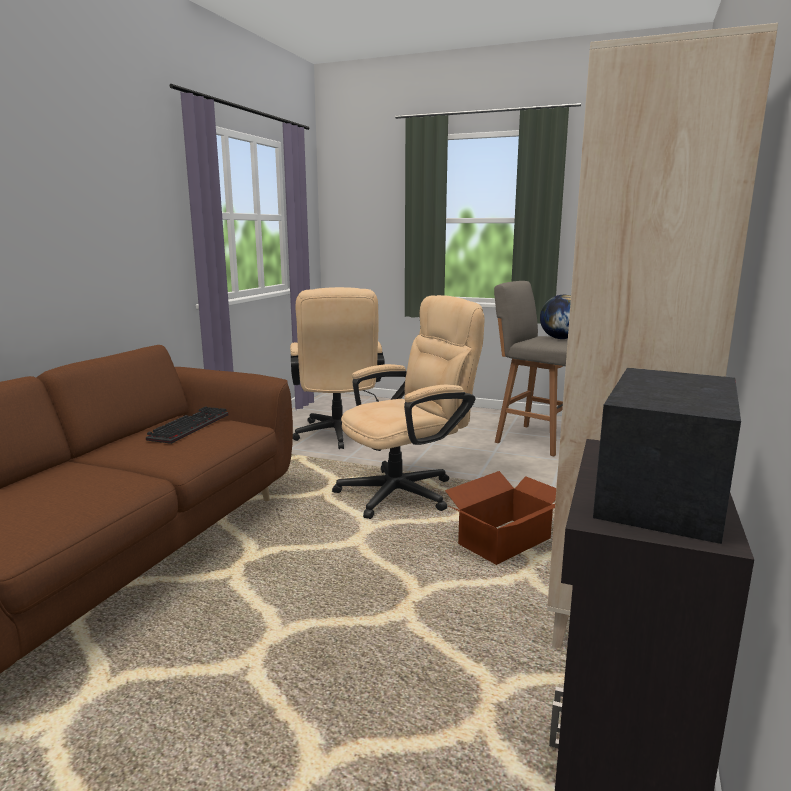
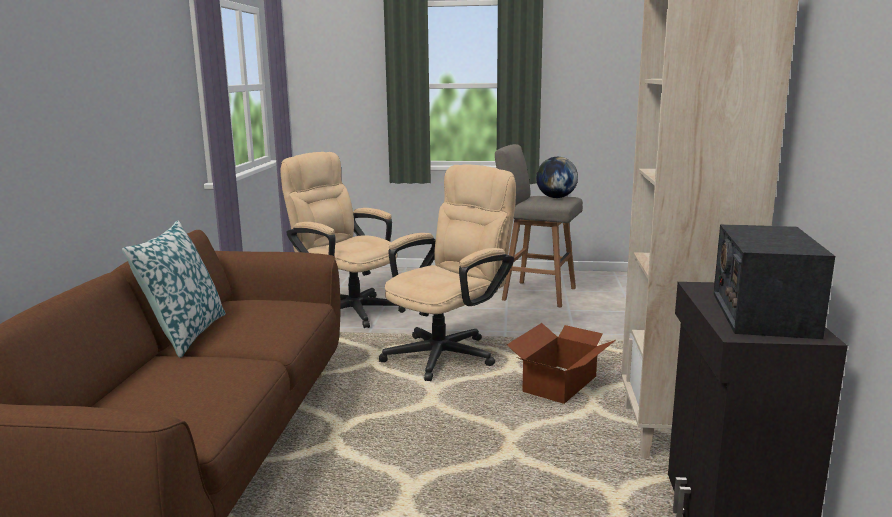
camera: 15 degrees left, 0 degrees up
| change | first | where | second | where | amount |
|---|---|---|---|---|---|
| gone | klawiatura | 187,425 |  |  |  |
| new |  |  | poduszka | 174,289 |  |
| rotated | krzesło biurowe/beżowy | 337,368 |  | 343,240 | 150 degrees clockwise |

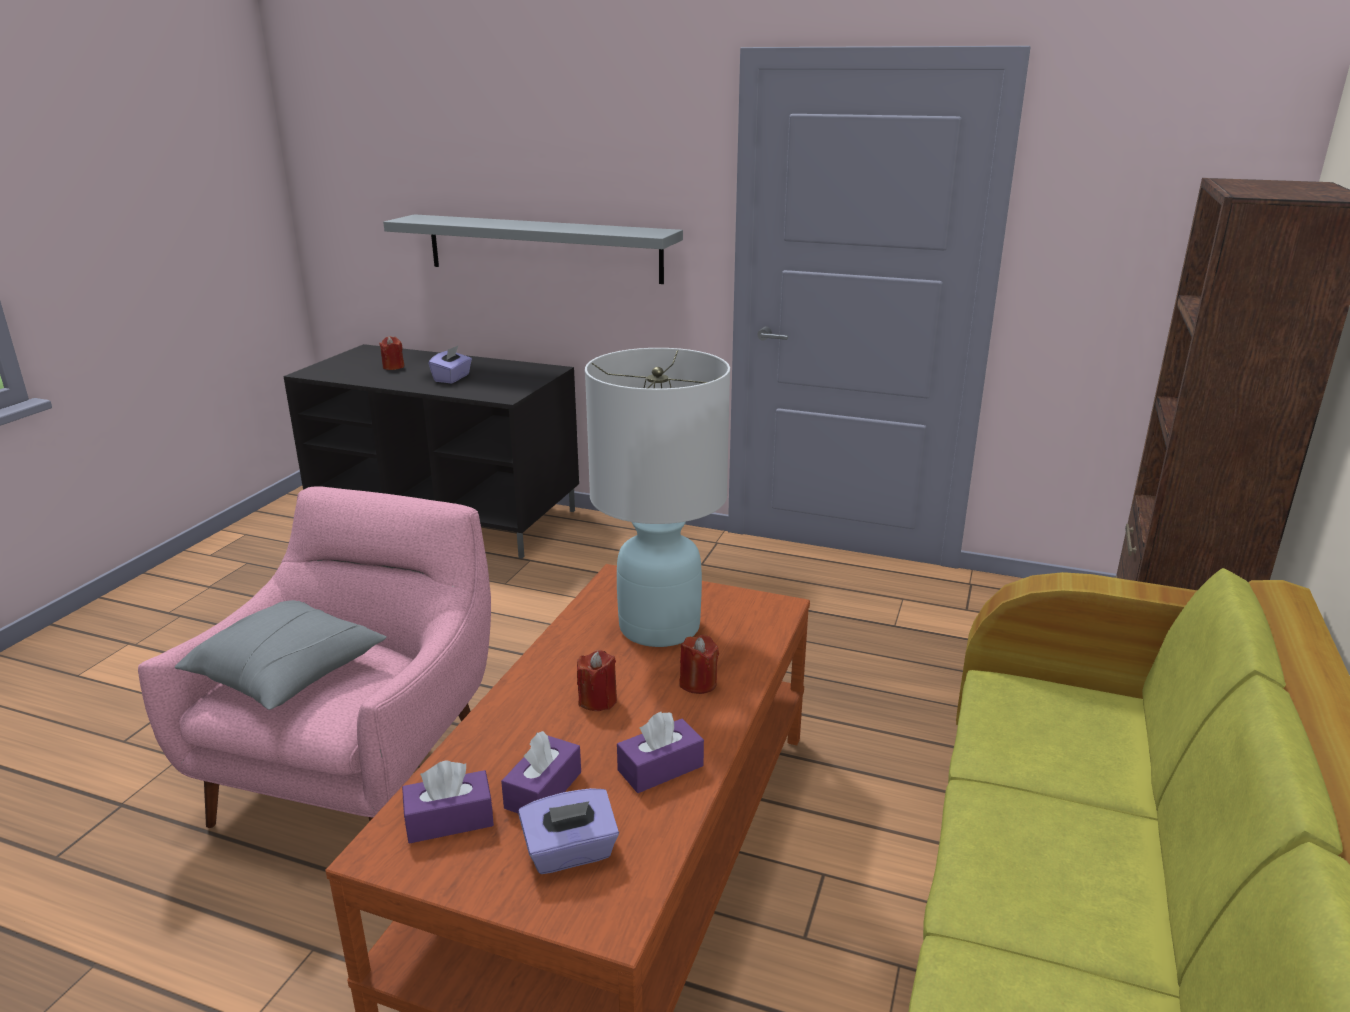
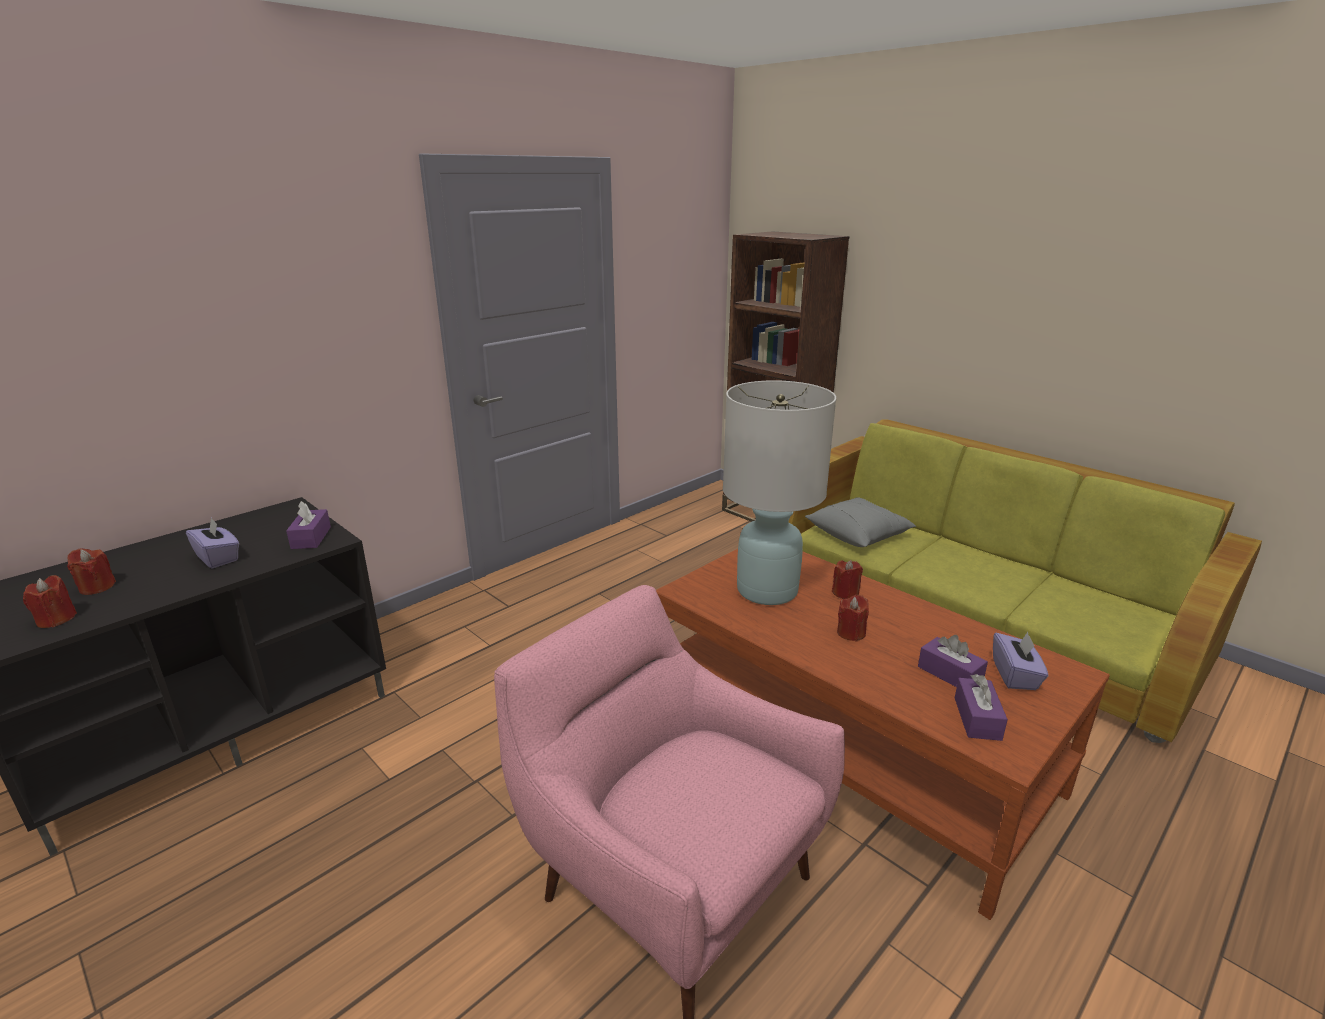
camera: 65 degrees left, 0 degrees up
| change | first | where | second | where | amount |
|---|---|---|---|---|---|
| gone | półka/szary | 533,249 |  |  |  |
| new |  |  | świeca/czerwony | 50,601 |  |
| shifted | poduszka/szary | 281,655 |  | 860,522 |  |
| shifted | pudełko chusteczek/fioletowy | 660,752 |  | 308,525 |  |

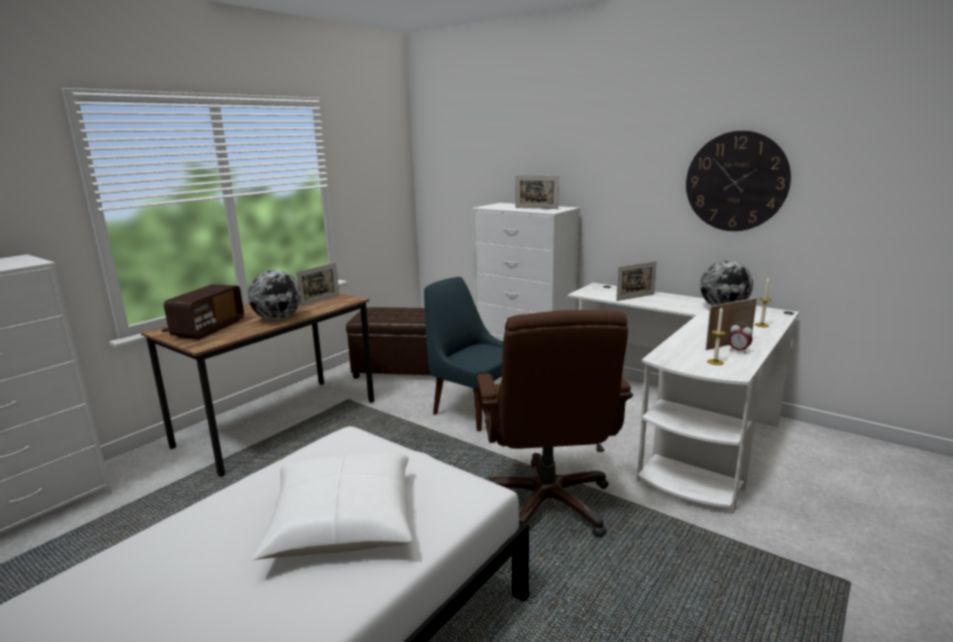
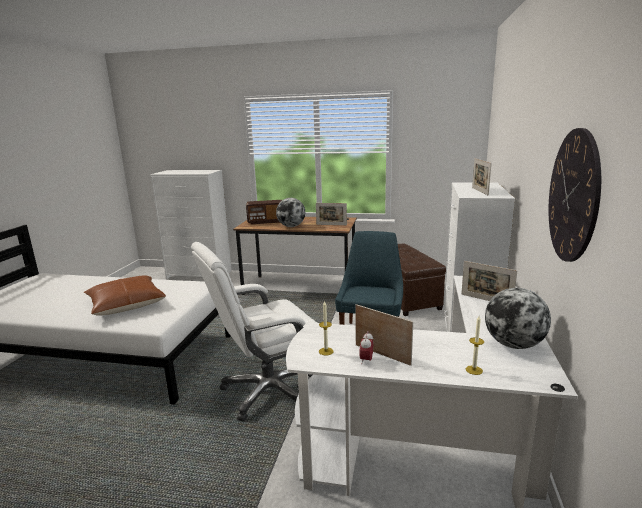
camera: 65 degrees right, 0 degrees up
| change | first | where | second | where | amount |
|---|---|---|---|---|---|
| repainted | poduszka/biały | 332,506 | poduszka/brązowy | 125,295 |  |
| repainted | krzesło biurowe/brązowy | 554,424 | krzesło biurowe/biały | 254,331 |  |

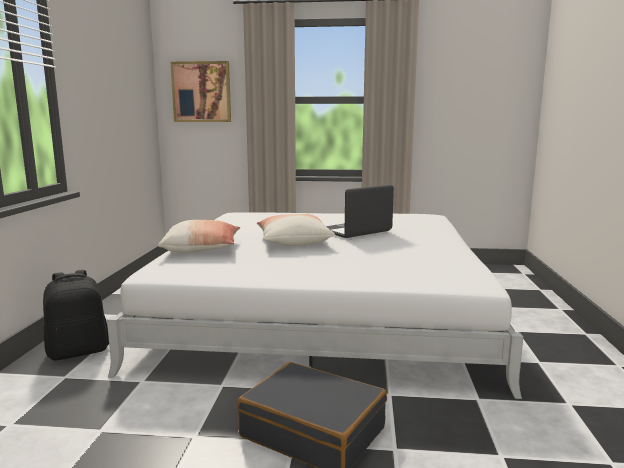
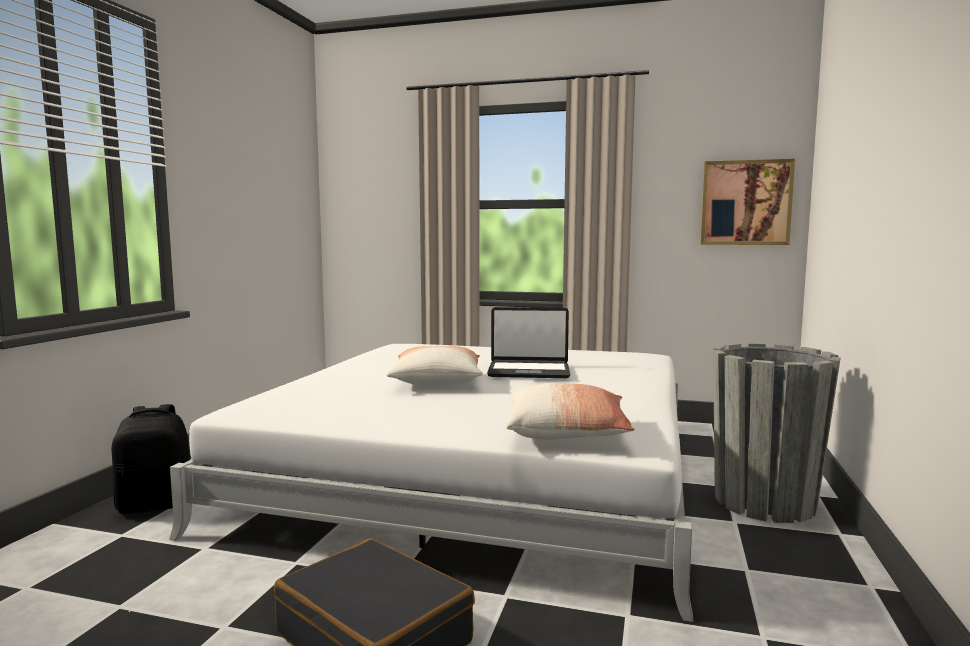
camera: 10 degrees right, 5 degrees down
| change | first | where | second | where | amount |
|---|---|---|---|---|---|
| new |  |  | donica/szary | 777,433 |  |
| shifted | poduszka | 199,236 |  | 570,411 |  |
| shifted | obraz | 201,91 |  | 747,202 |  |
| rotated | laptop | 360,211 |  | 529,342 | 150 degrees counterclockwise |

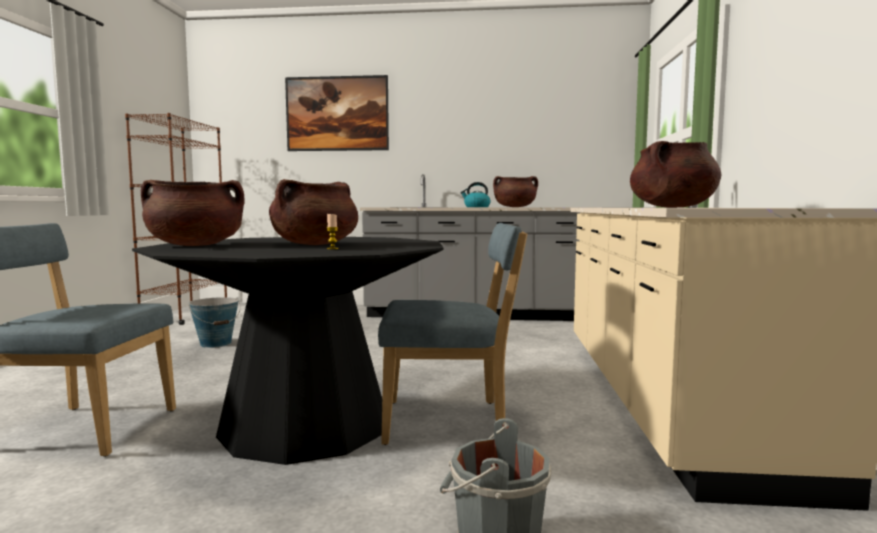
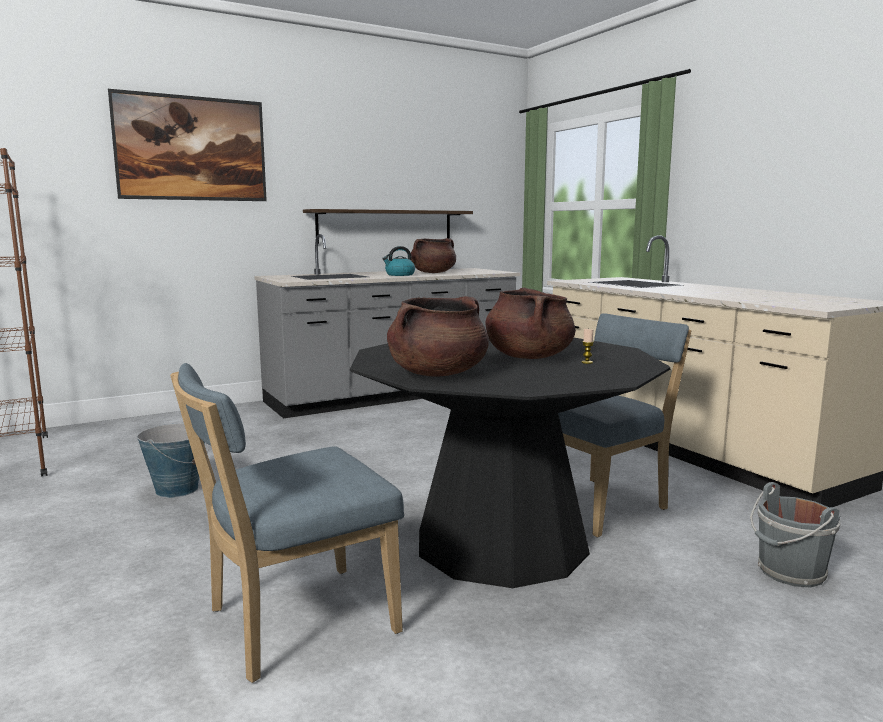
camera: 35 degrees left, 5 degrees up
| change | first | where | second | where | amount |
|---|---|---|---|---|---|
| gone | garnek/brązowy | 675,174 |  |  |  |
| new |  |  | półka | 388,226 |  |

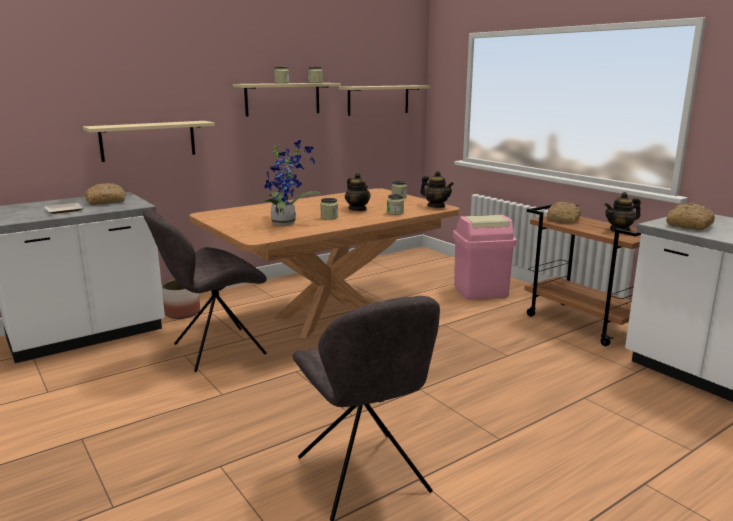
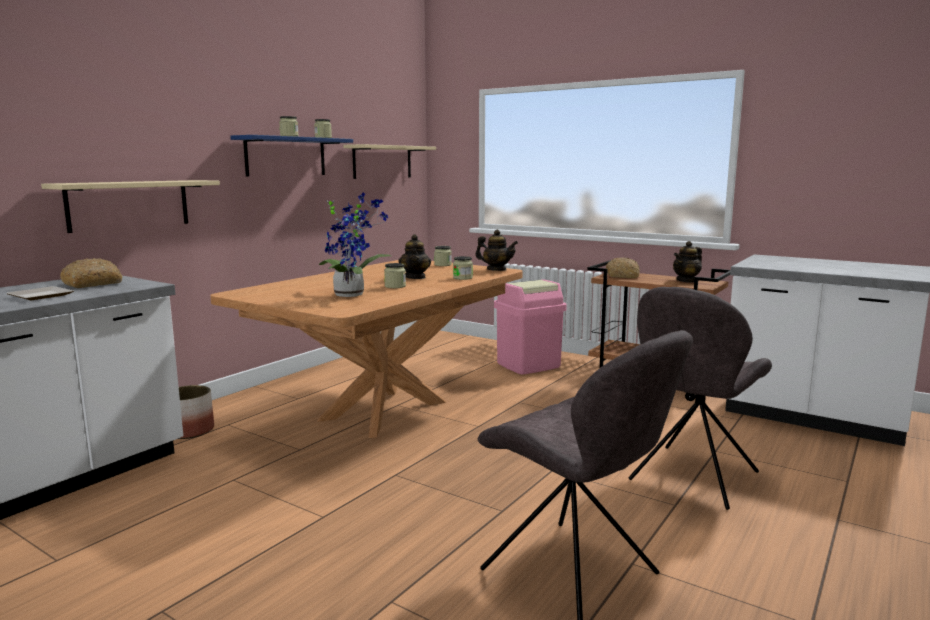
camera: 20 degrees left, 5 degrees down
| change | first | where | second | where | amount |
|---|---|---|---|---|---|
| gone | chleb | 690,216 |  |  |  |
| shifted | krzesło/szary | 205,290 |  | 700,398 |  |
| repainted | półka/beżowy | 287,100 | półka/niebieski | 292,155 |  |
| rotated | imbryk | 358,192 |  | 414,256 | 45 degrees clockwise |

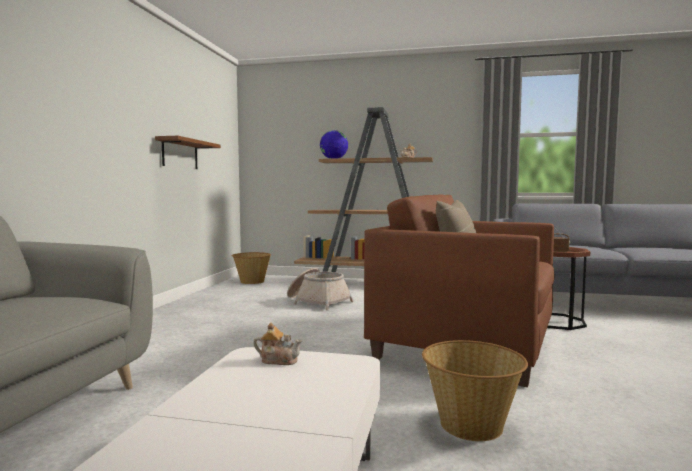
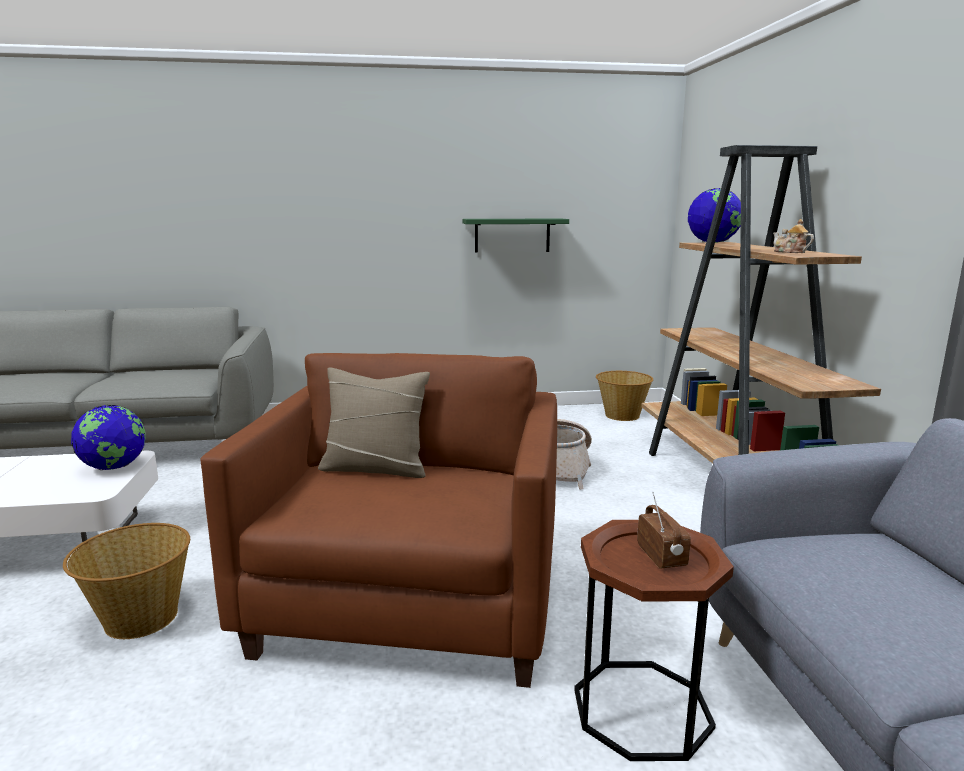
camera: 70 degrees right, 10 degrees up
| change | first | where | second | where | amount |
|---|---|---|---|---|---|
| swapped | imbryk | 277,343 | globus | 108,437 |  |
| repainted | półka/brązowy | 188,152 | półka/zielony | 516,236 |  |

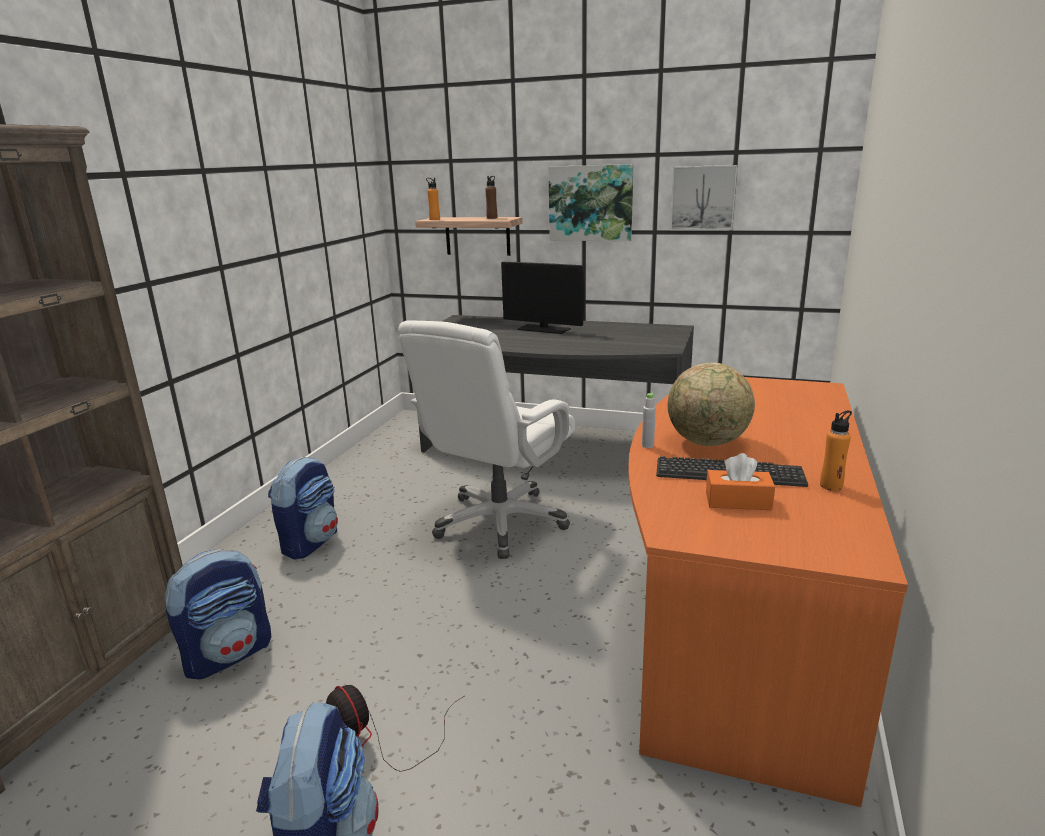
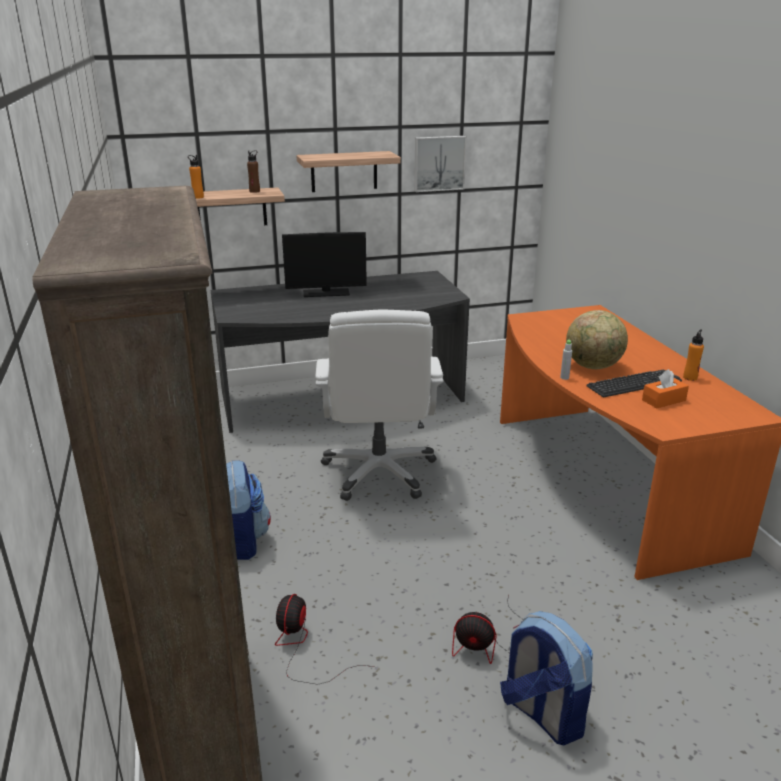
camera: 35 degrees left, 5 degrees up
| change | first | where | second | where | amount |
|---|---|---|---|---|---|
| swapped | plecak | 218,614 | wentylator | 324,639 |  |
| swapped | obraz | 590,202 | półka | 348,171 |  |

